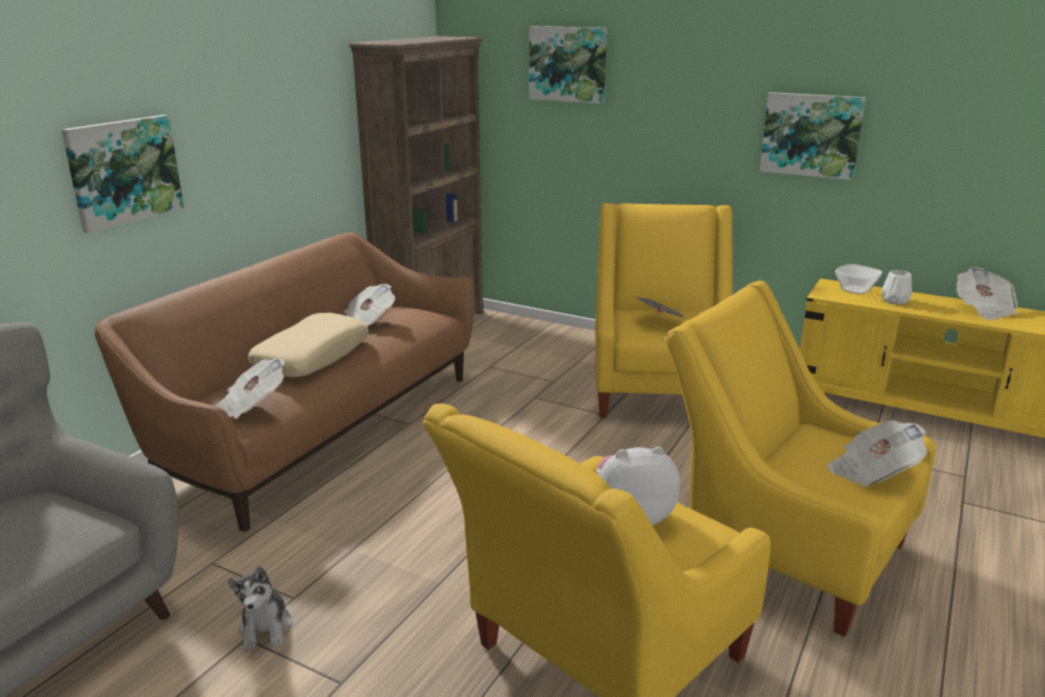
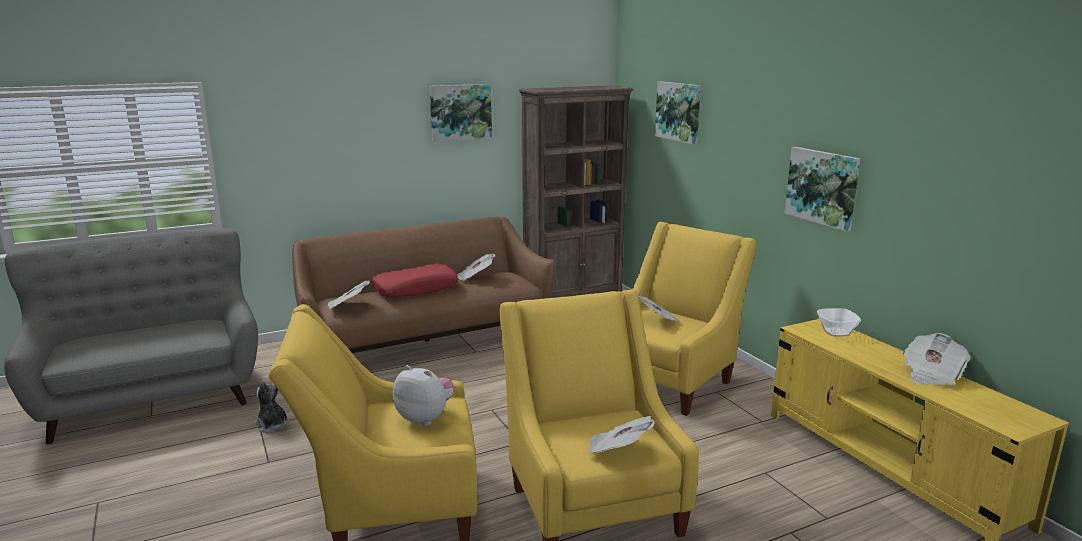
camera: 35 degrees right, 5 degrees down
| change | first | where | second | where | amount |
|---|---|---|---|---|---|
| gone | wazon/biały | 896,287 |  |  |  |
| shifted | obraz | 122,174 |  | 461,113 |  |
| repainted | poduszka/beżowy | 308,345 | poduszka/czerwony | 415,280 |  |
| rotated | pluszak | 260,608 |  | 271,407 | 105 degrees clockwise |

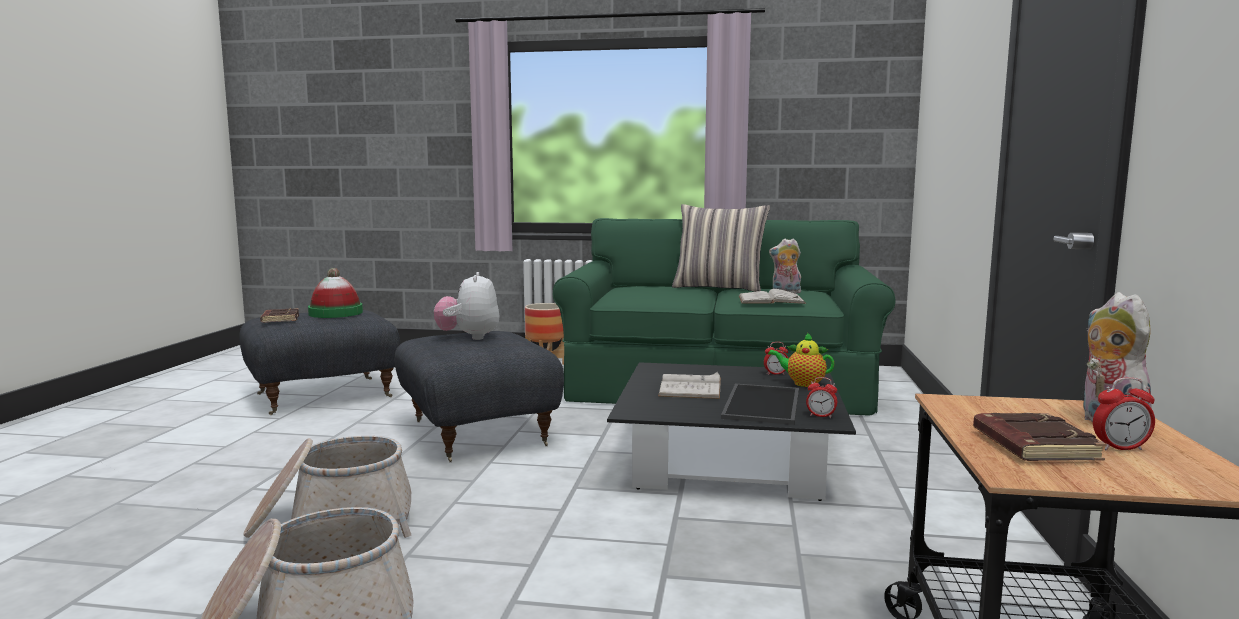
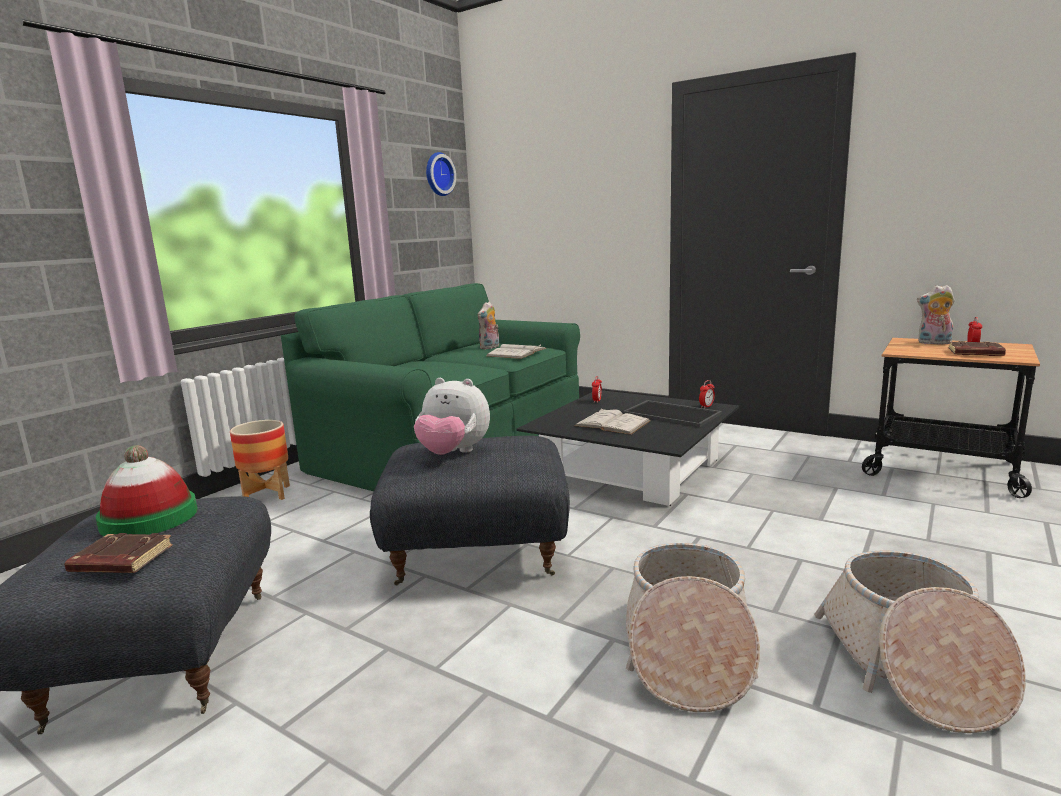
camera: 65 degrees left, 5 degrees up
| change | first | where | second | where | amount |
|---|---|---|---|---|---|
| gone | poduszka | 721,248 |  |  |  |
| gone | imbryk | 801,359 |  |  |  |
| new |  |  | zegar ścienny | 441,174 |  |

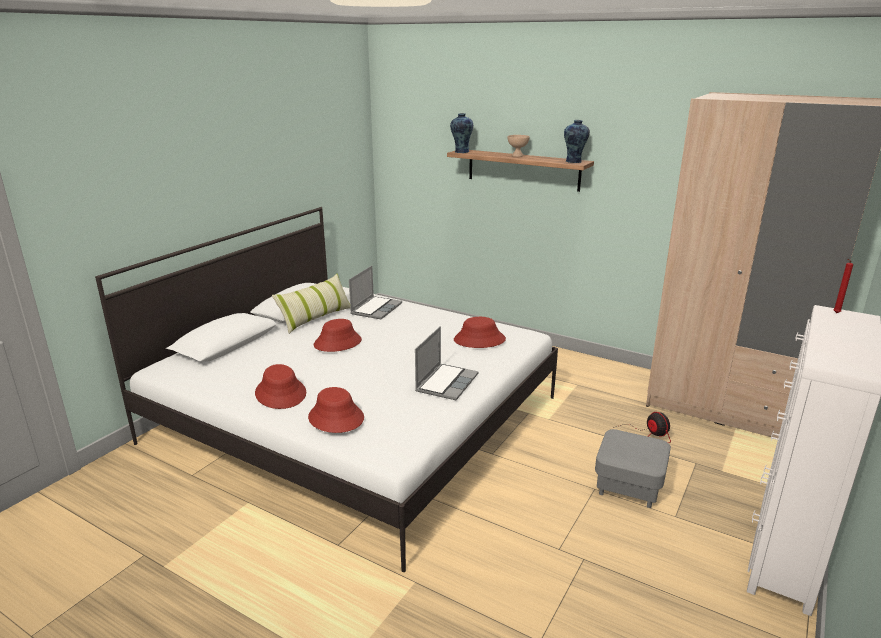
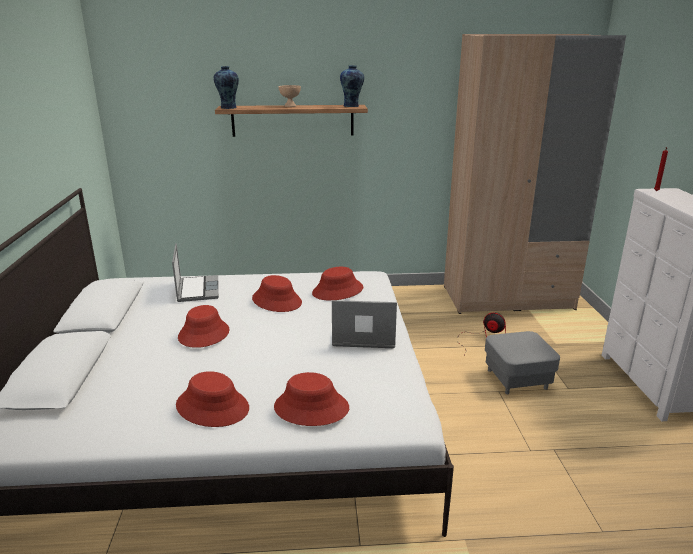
camera: 35 degrees left, 0 degrees up
| change | first | where | second | where | amount |
|---|---|---|---|---|---|
| gone | poduszka | 311,304 |  |  |  |
| new |  |  | kapelusz/czerwony | 277,293 |  |
| rotated | laptop | 447,363 |  | 364,324 | 75 degrees counterclockwise |

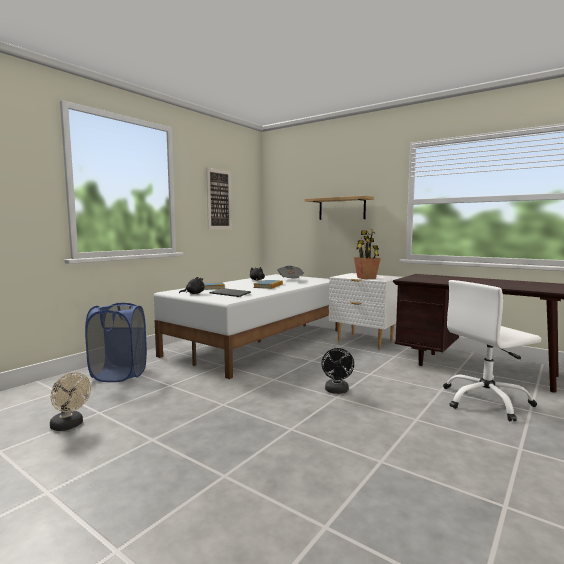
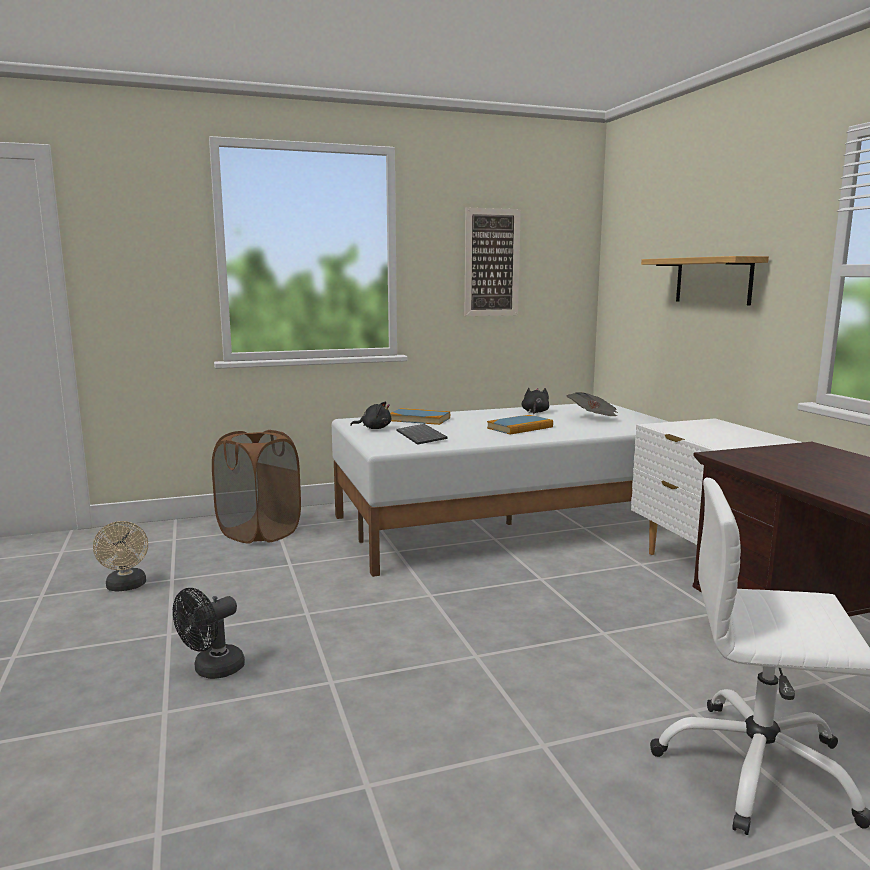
camera: 35 degrees right, 5 degrees up
| change | first | where | second | where | amount |
|---|---|---|---|---|---|
| gone | roślina doniczkowa | 367,254 |  |  |  |
| shifted | wentylator/czarny | 337,371 |  | 209,633 |  |
| repainted | kosz na pranie/niebieski | 116,342 | kosz na pranie/brązowy | 256,487 |  |

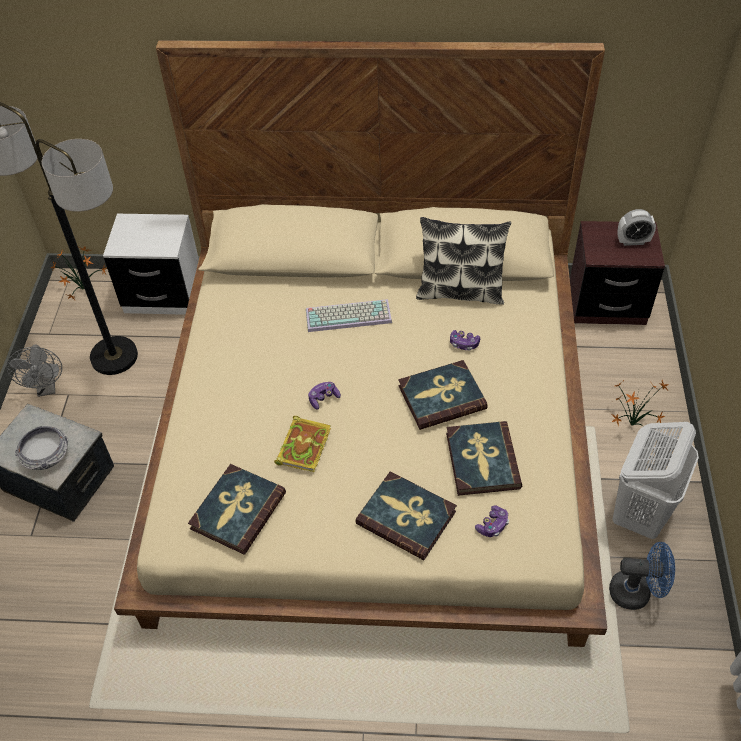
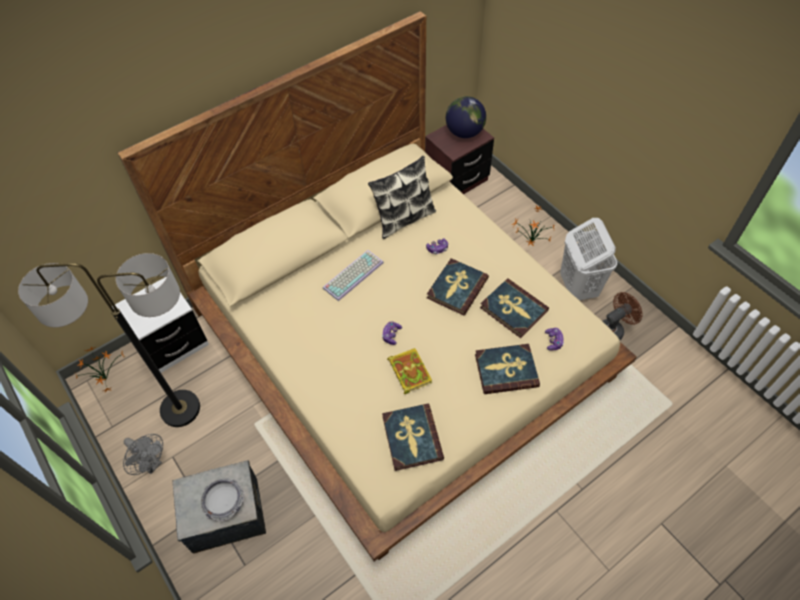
camera: 40 degrees left, 5 degrees up
| change | first | where | second | where | amount |
|---|---|---|---|---|---|
| swapped | budzik | 637,227 | globus | 466,117 |  |
| repainted | wentylator/niebieski | 642,576 | wentylator/brązowy | 623,316 |  |

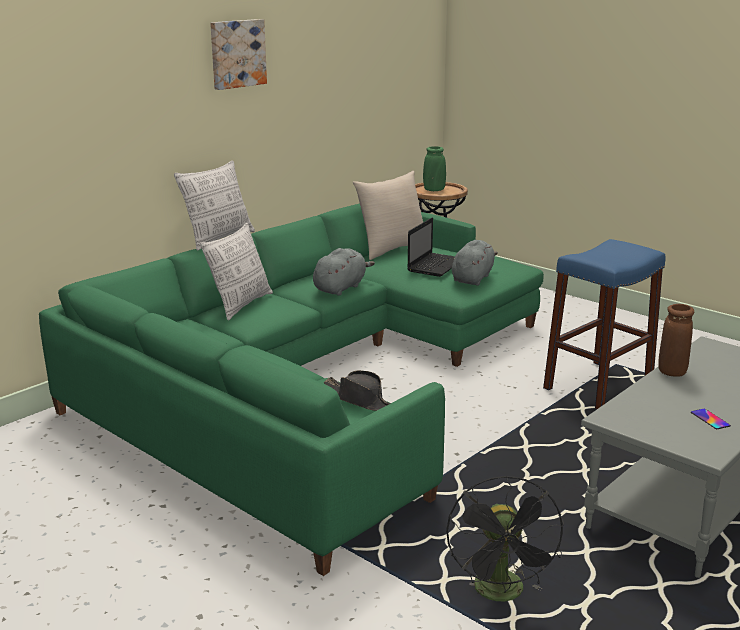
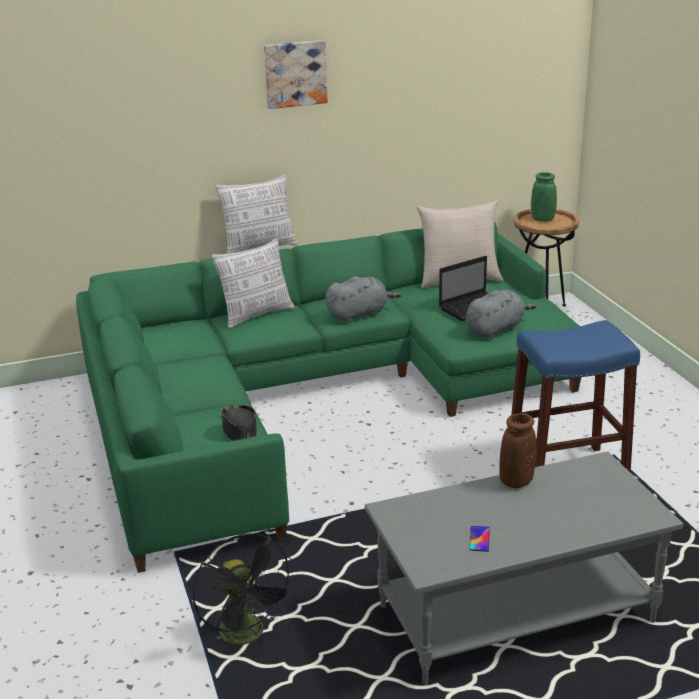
camera: 30 degrees right, 5 degrees up
| change | first | where | second | where | amount |
|---|---|---|---|---|---|
| rotated | wentylator/czarny | 505,538 |  | 244,589 | 60 degrees counterclockwise |

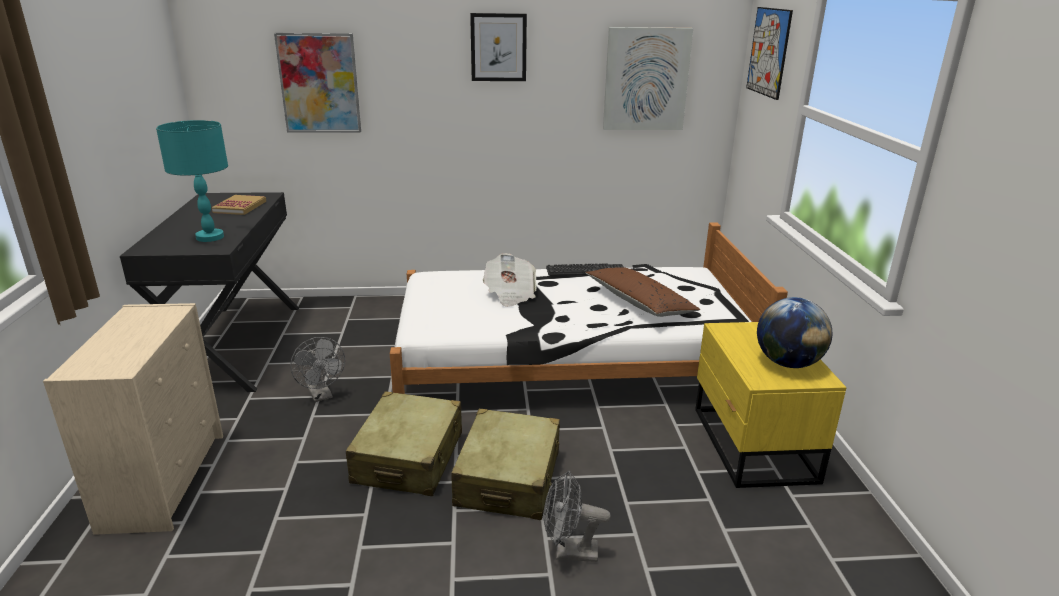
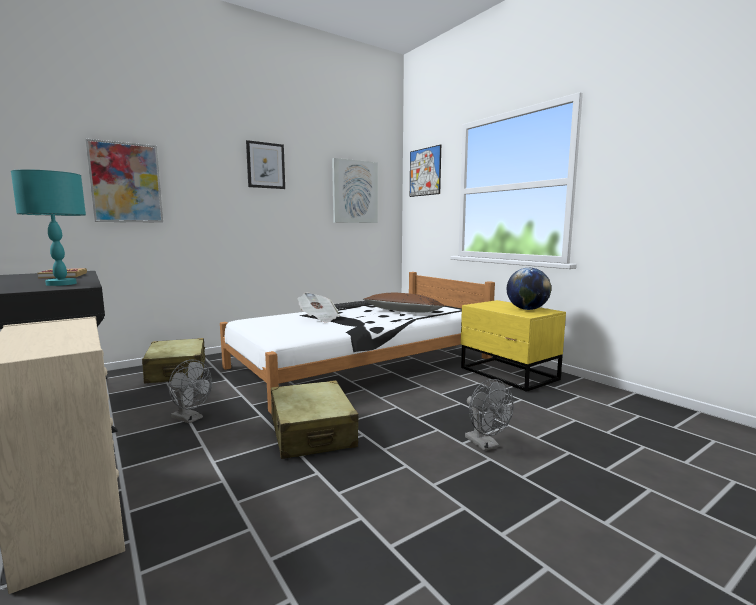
camera: 30 degrees left, 15 degrees down
| change | first | where | second | where | amount |
|---|---|---|---|---|---|
| shifted | walizka/beżowy | 505,464 |  | 173,360 |  |
| rotated | wentylator/szary | 577,516 |  | 489,415 | 90 degrees counterclockwise |

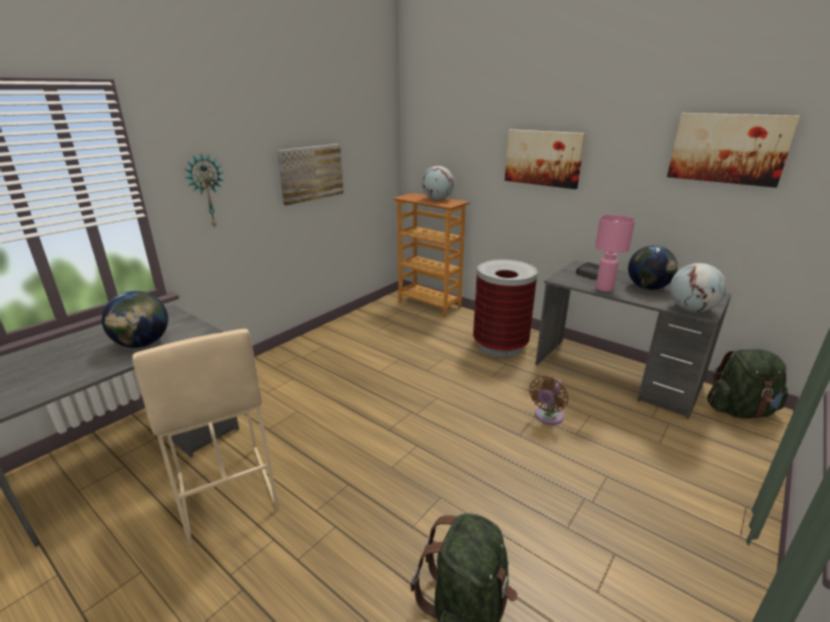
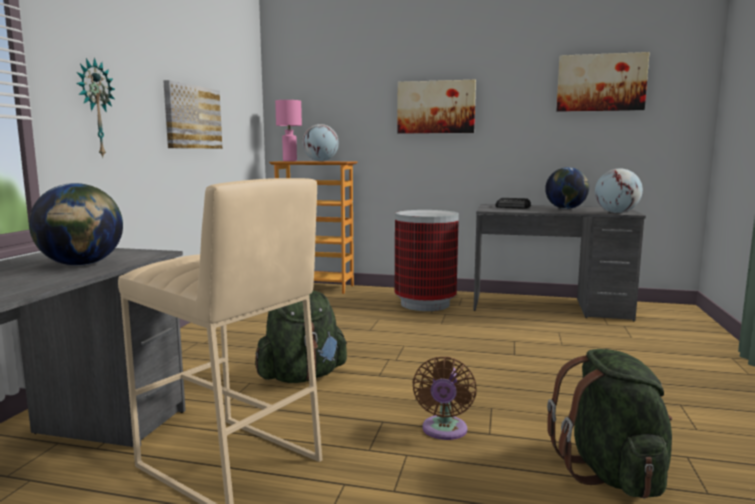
camera: 25 degrees left, 15 degrees down
| change | first | where | second | where | amount |
|---|---|---|---|---|---|
| shifted | wentylator/brązowy | 548,400 |  | 444,398 |  |
| shifted | lampa stołowa/różowy | 615,253 |  | 288,130 |  |
| shifted | plecak/zielony | 747,384 |  | 301,337 |  |

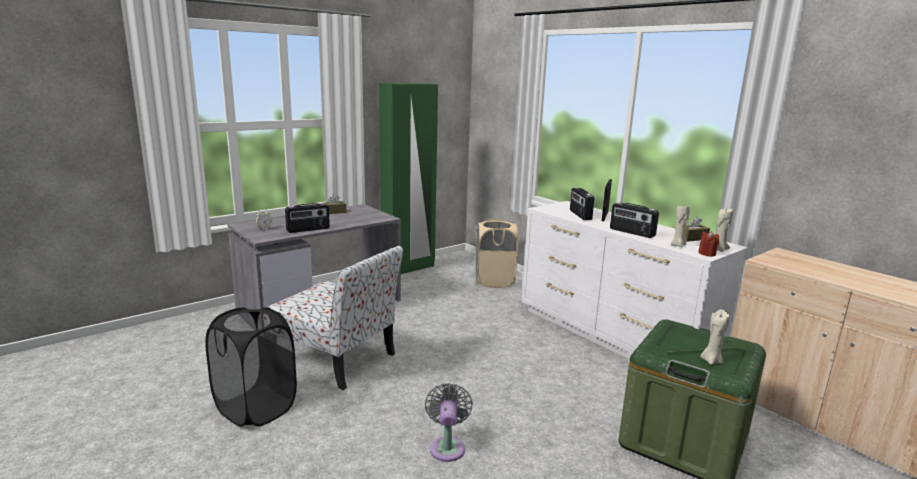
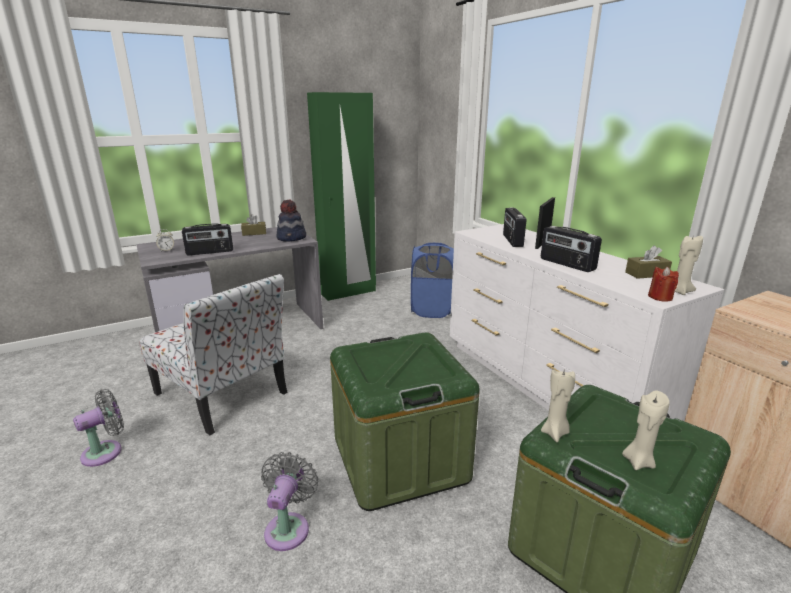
camera: 10 degrees right, 5 degrees up
| change | first | where | second | where | amount |
|---|---|---|---|---|---|
| new |  |  | kapelusz | 291,220 |  |
| new |  |  | pojemnik do przechowywania/zielony | 405,421 |  |
| shifted | świeca/beżowy | 680,226 |  | 558,405 |  |
| swapped | kosz na pranie/czarny | 251,367 | wentylator/szary | 98,428 |  |
| repainted | kosz na pranie/beżowy | 496,253 | kosz na pranie/niebieski | 432,280 |  |

